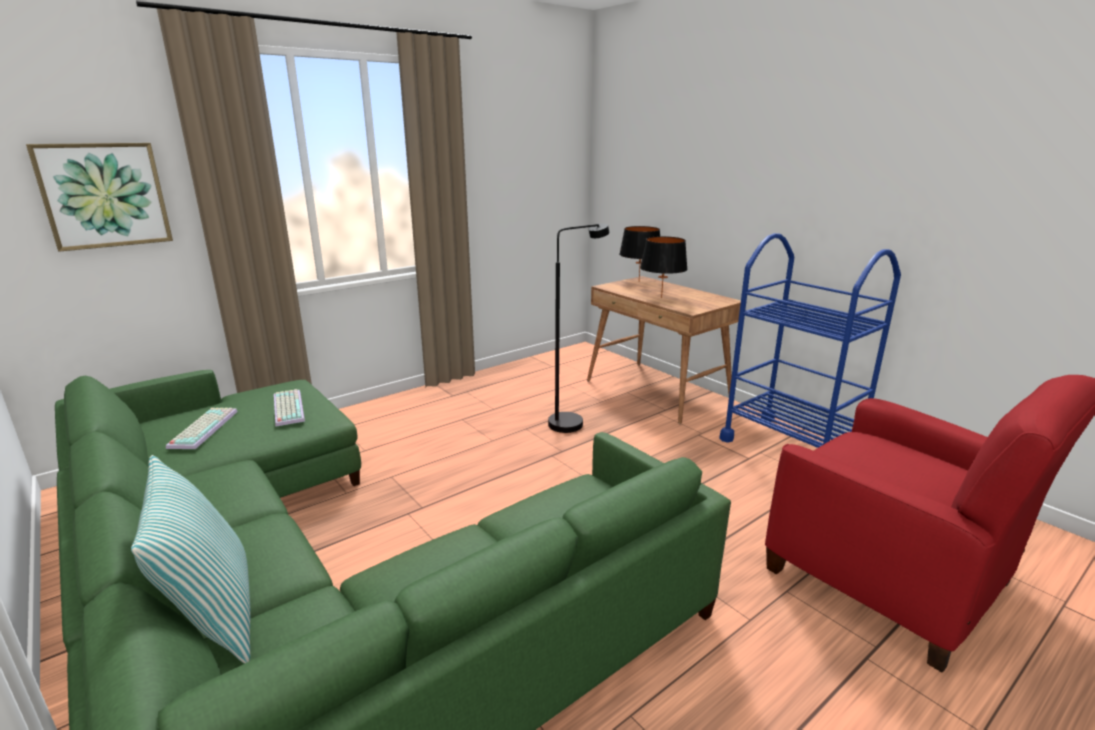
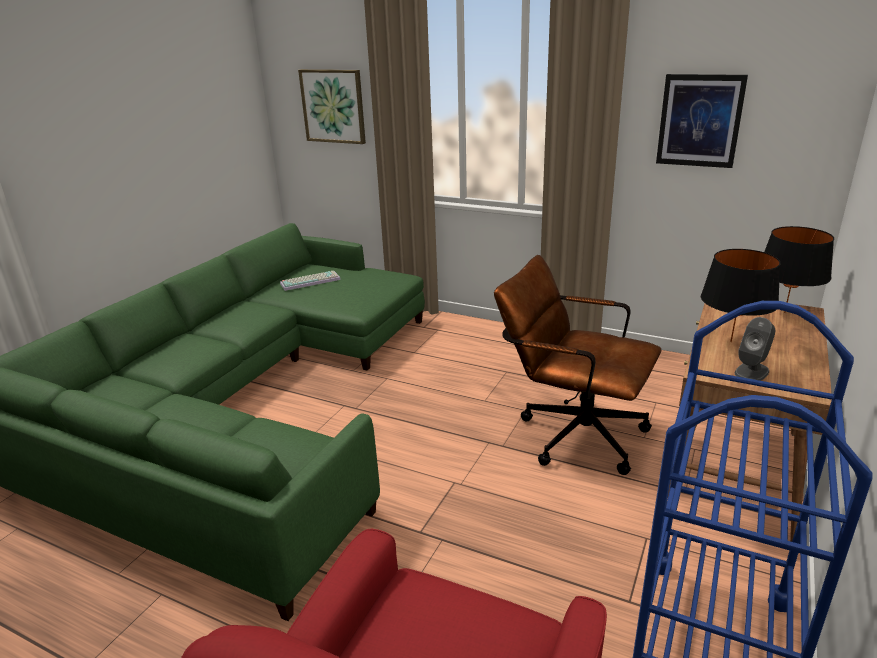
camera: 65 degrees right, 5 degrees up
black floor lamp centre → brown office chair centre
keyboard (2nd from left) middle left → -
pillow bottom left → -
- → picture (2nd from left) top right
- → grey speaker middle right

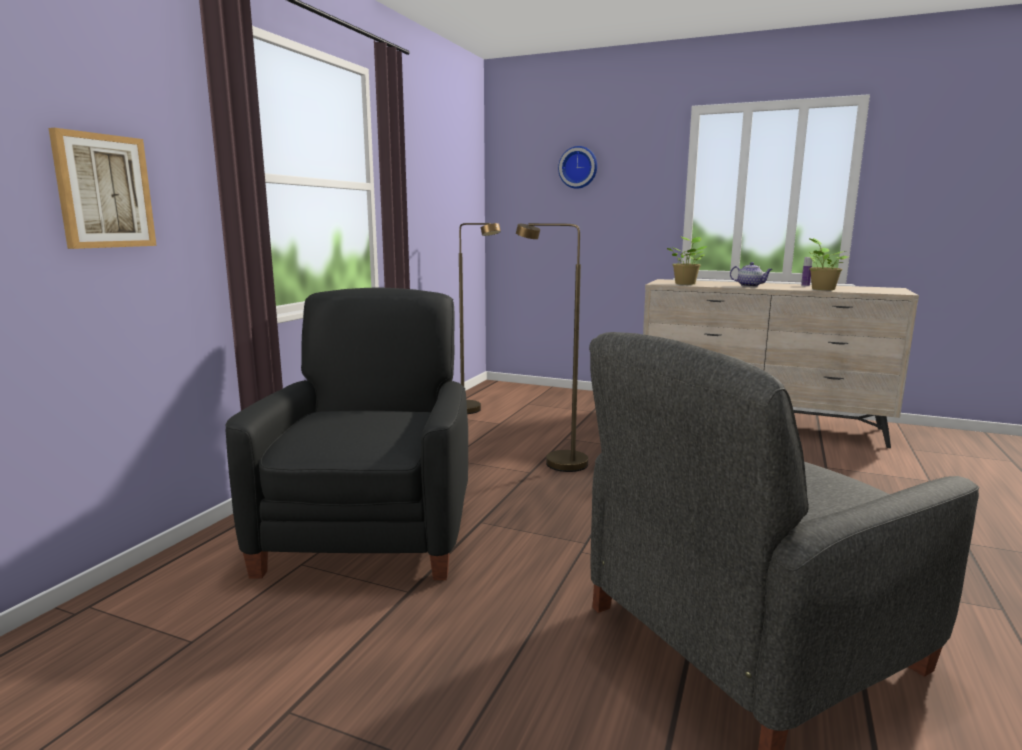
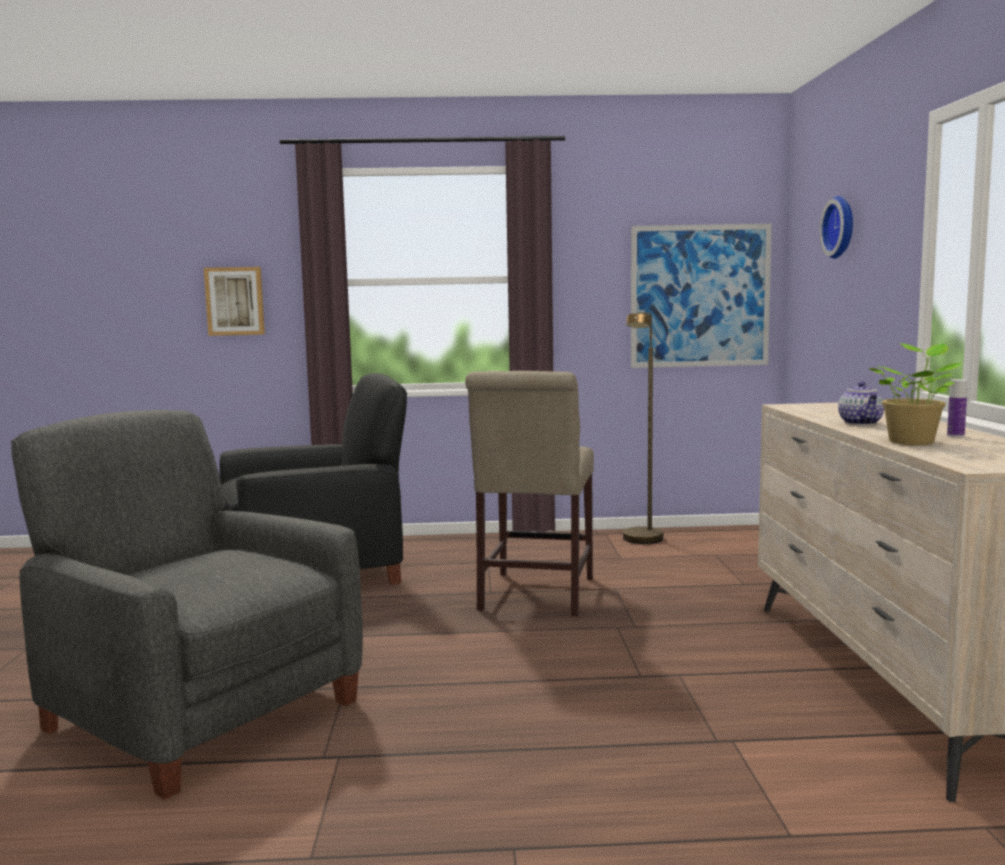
camera: 65 degrees right, 5 degrees down
brown floor lamp (2nd from left) centre → beige chair centre
potted plant (1st from left) middle right → -
- → picture (2nd from left) middle right

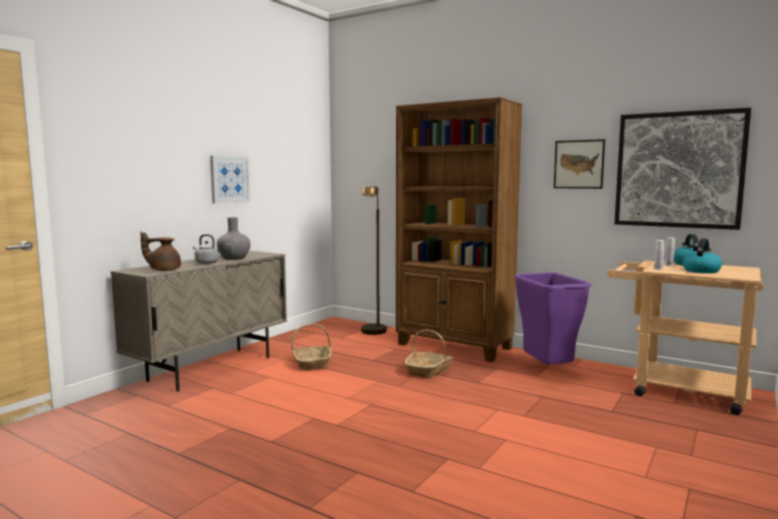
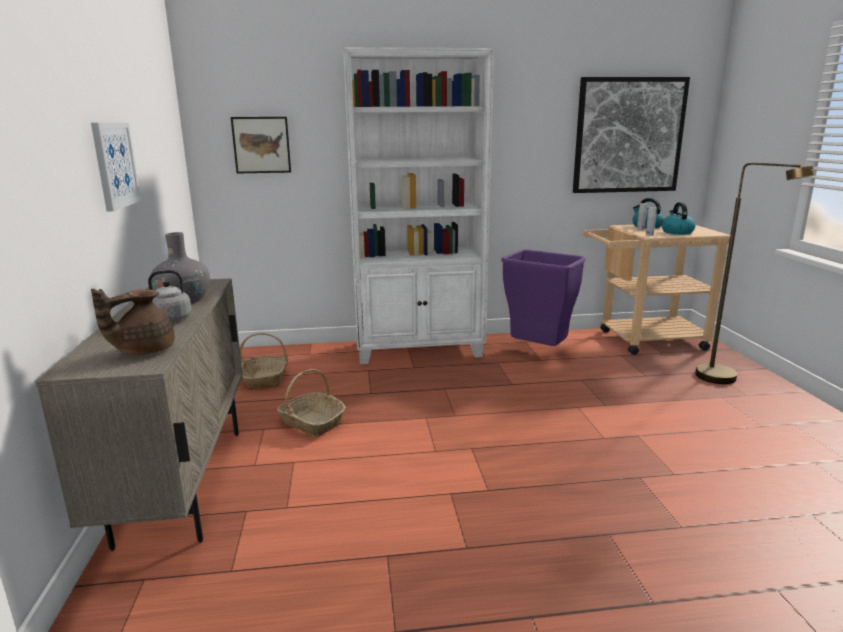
camera: 40 degrees left, 10 degrees up
brown bookcase centre → white bookcase top centre
picture (2nd from left) top right → picture (2nd from left) top left, moved
brown floor lamp centre → brown floor lamp middle right, moved
basket (2nd from left in the first image) bottom centre → basket (1st from left) middle left, moved

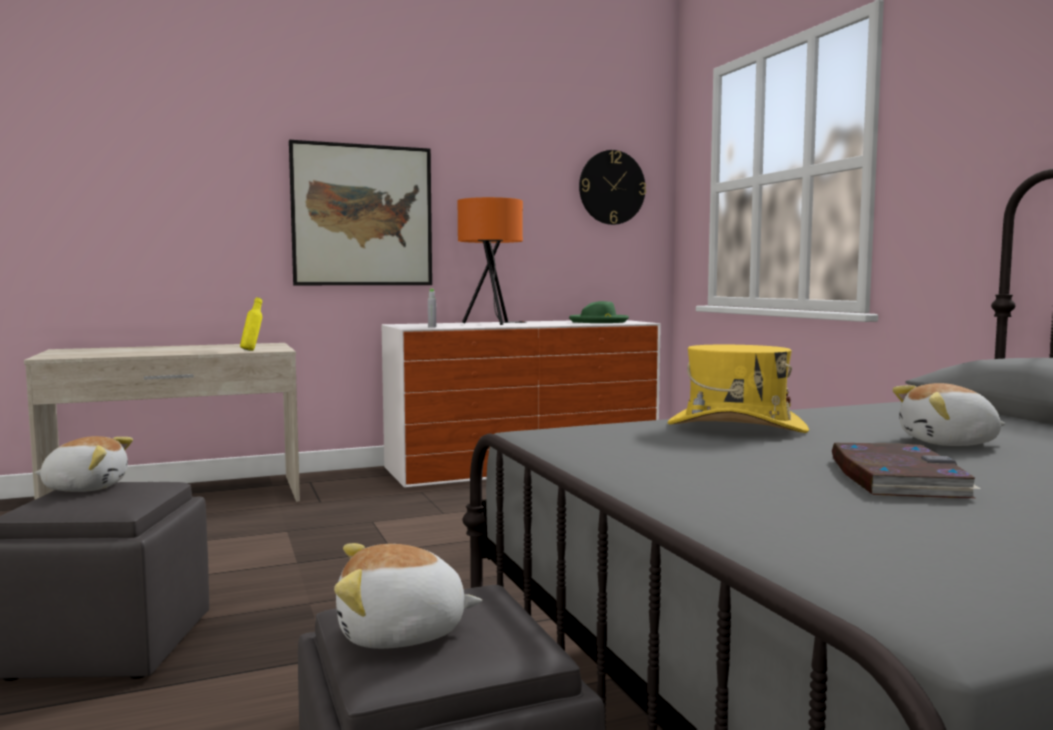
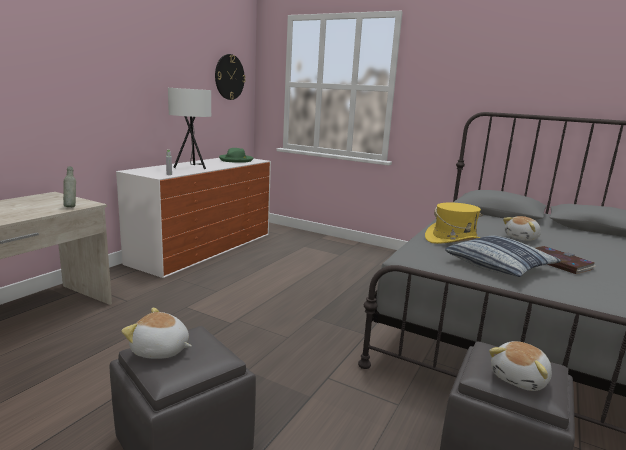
camera: 40 degrees left, 10 degrees up
picture top centre → -
orange table lamp centre → white table lamp top left
yellow bottle middle left → grey bottle (1st from left) middle left
plush toy (1st from left) middle left → plush toy (1st from left) bottom left, 120 degrees counterclockwise
- → pillow middle right

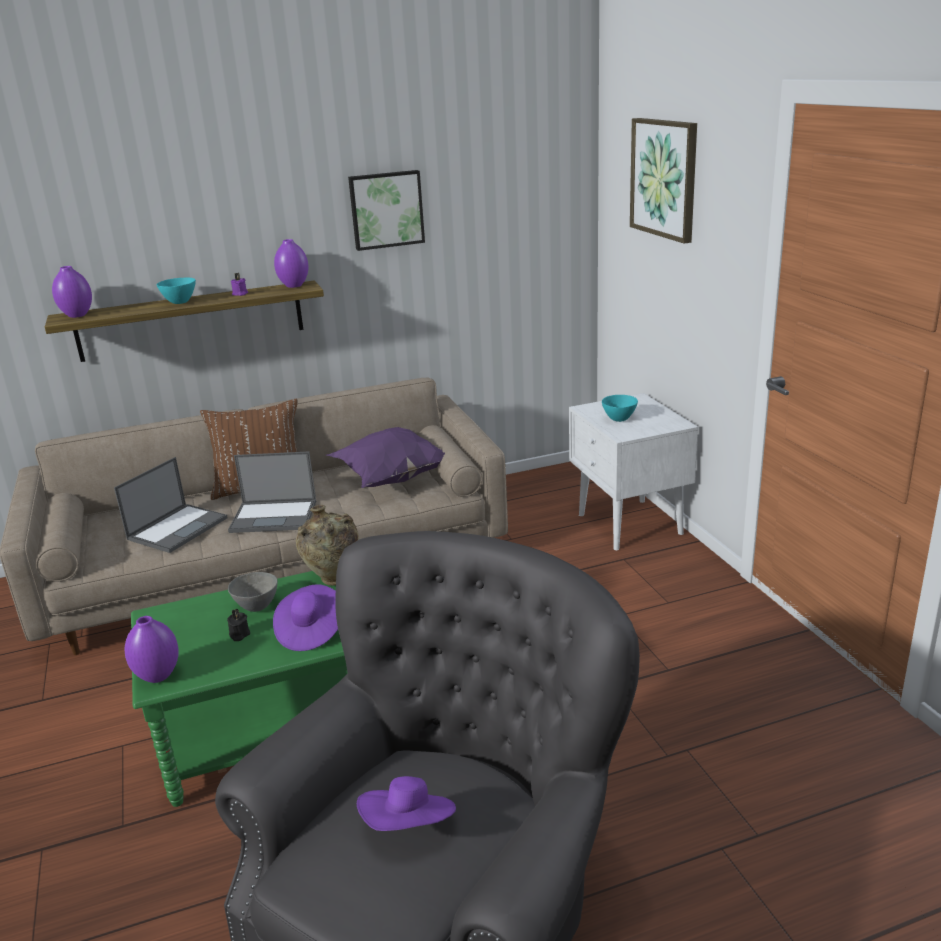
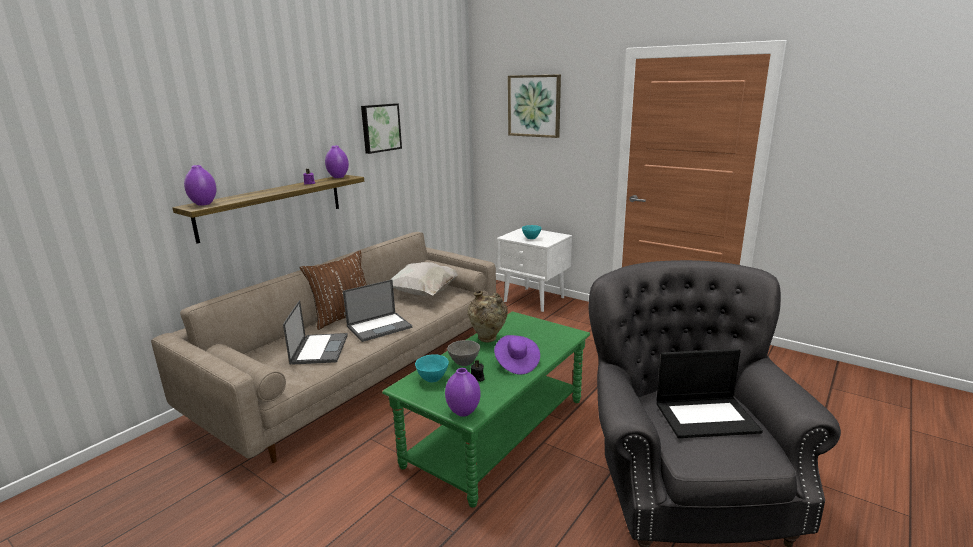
camera: 35 degrees left, 5 degrees down
turquoise bowl (1st from left) top left → turquoise bowl (1st from left) bottom centre, moved
purple pillow centre → white pillow centre
purple hat (2nd from left) bottom centre → laptop (3rd from left) bottom right

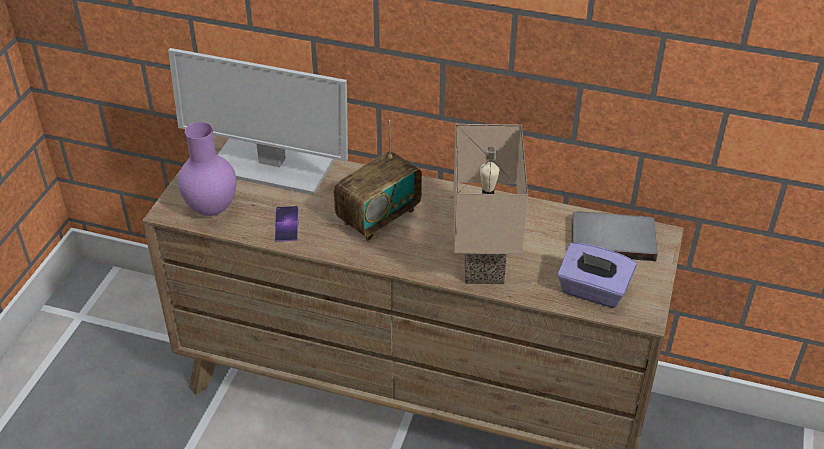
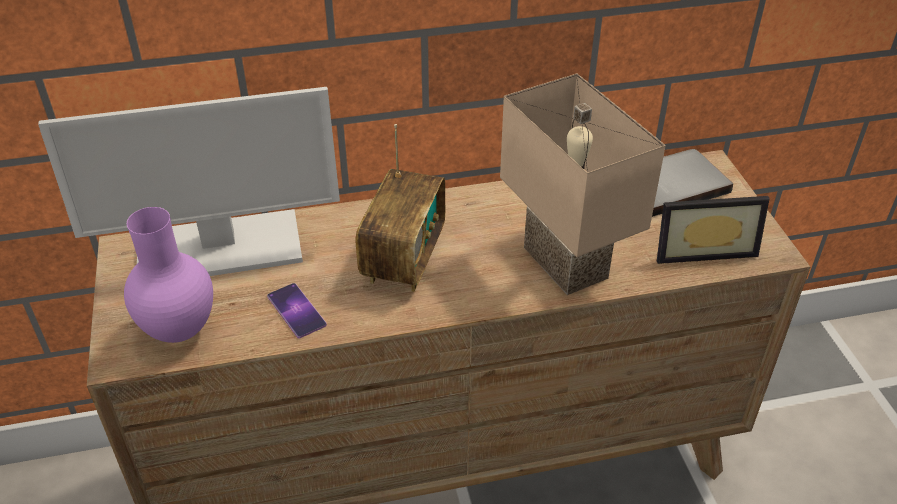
camera: 30 degrees left, 0 degrees up
purple tissue box middle right → picture frame middle right

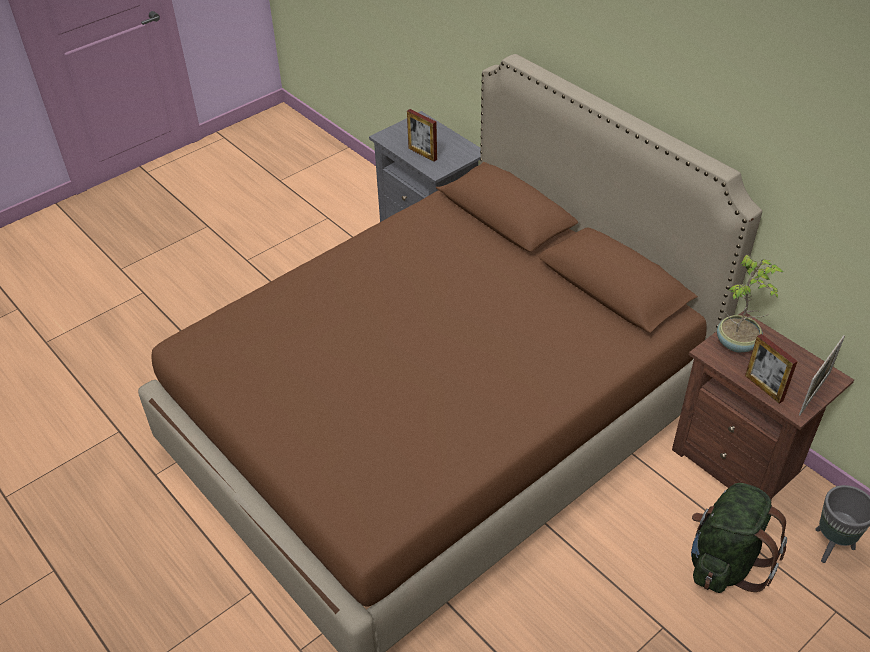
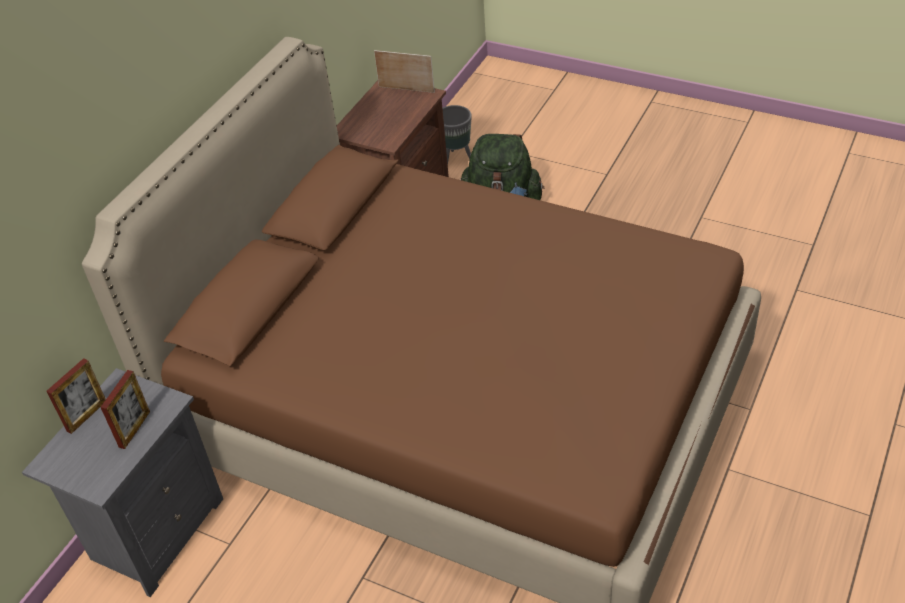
camera: 110 degrees left, 0 degrees up
potted plant middle right → -
picture frame (2nd from left in the first image) middle right → picture frame (1st from left) middle left, moved

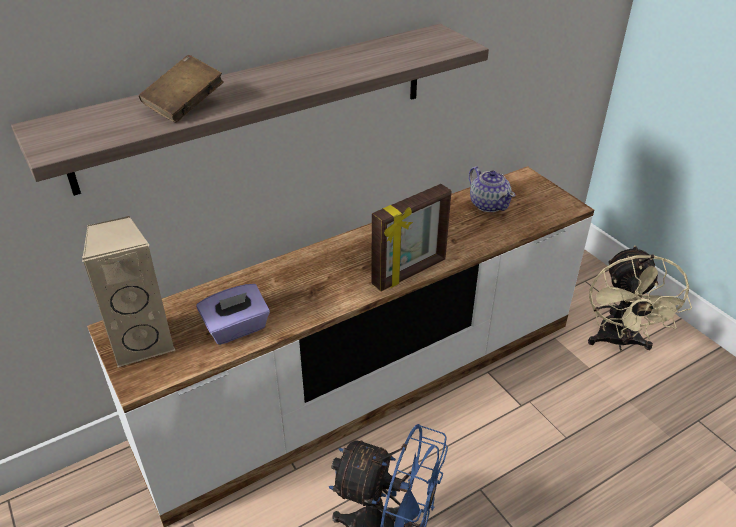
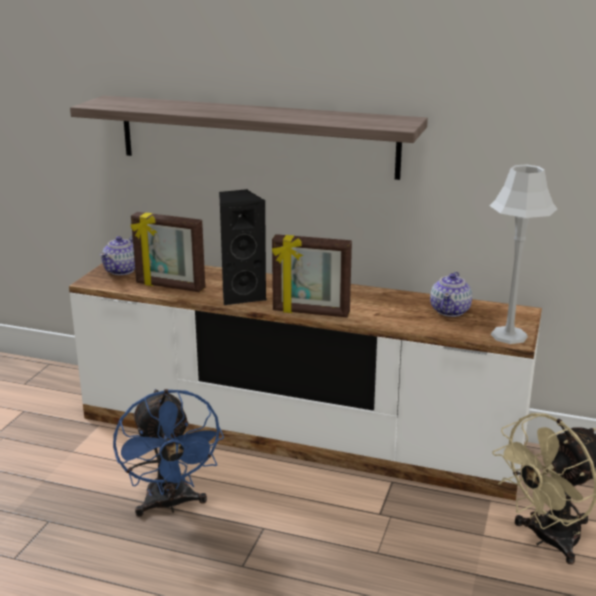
camera: 50 degrees right, 15 degrees down
brown book top left → -
beige speaker middle left → teapot (1st from left) middle left
purple tissue box middle left → picture frame (1st from left) middle left
- → grey table lamp middle right
- → black speaker centre

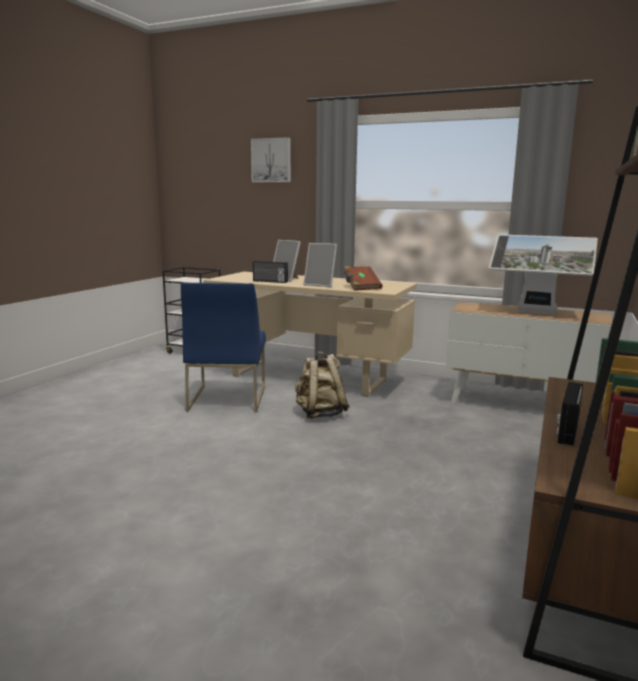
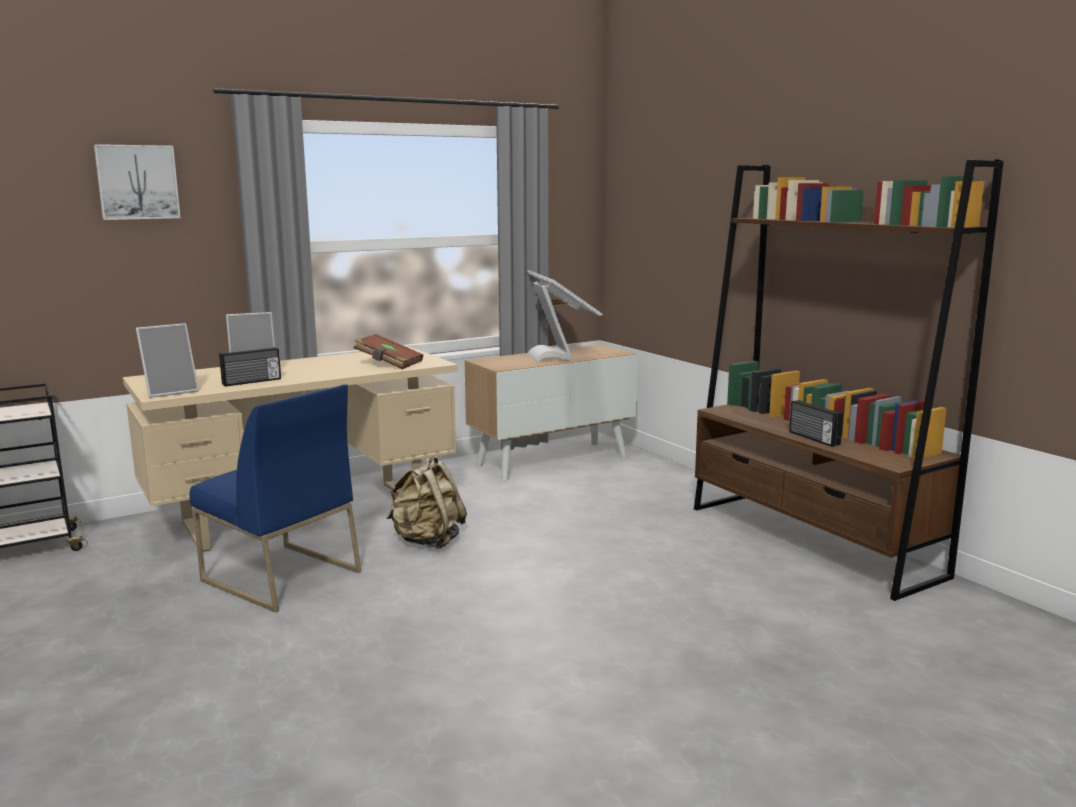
camera: 55 degrees left, 0 degrees up
monitor middle right → monitor centre, 75 degrees counterclockwise
picture frame (2nd from left in the first image) centre → picture frame (1st from left) middle left, moved

